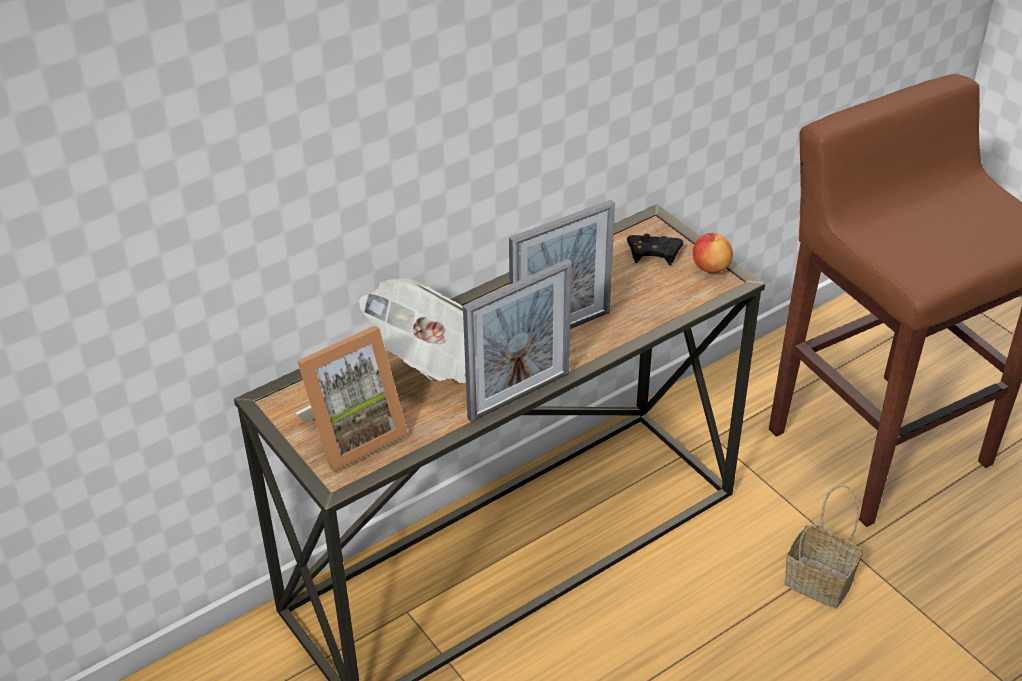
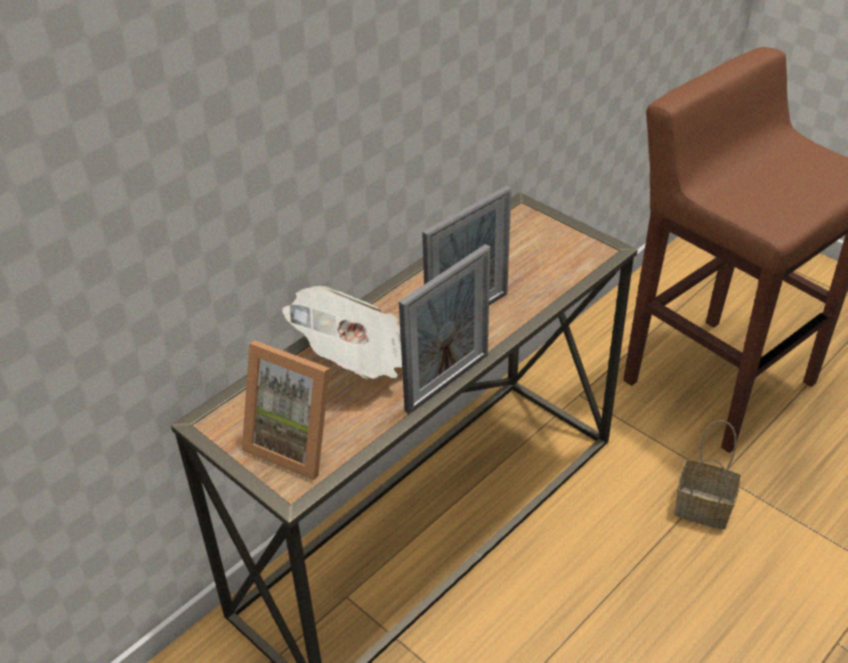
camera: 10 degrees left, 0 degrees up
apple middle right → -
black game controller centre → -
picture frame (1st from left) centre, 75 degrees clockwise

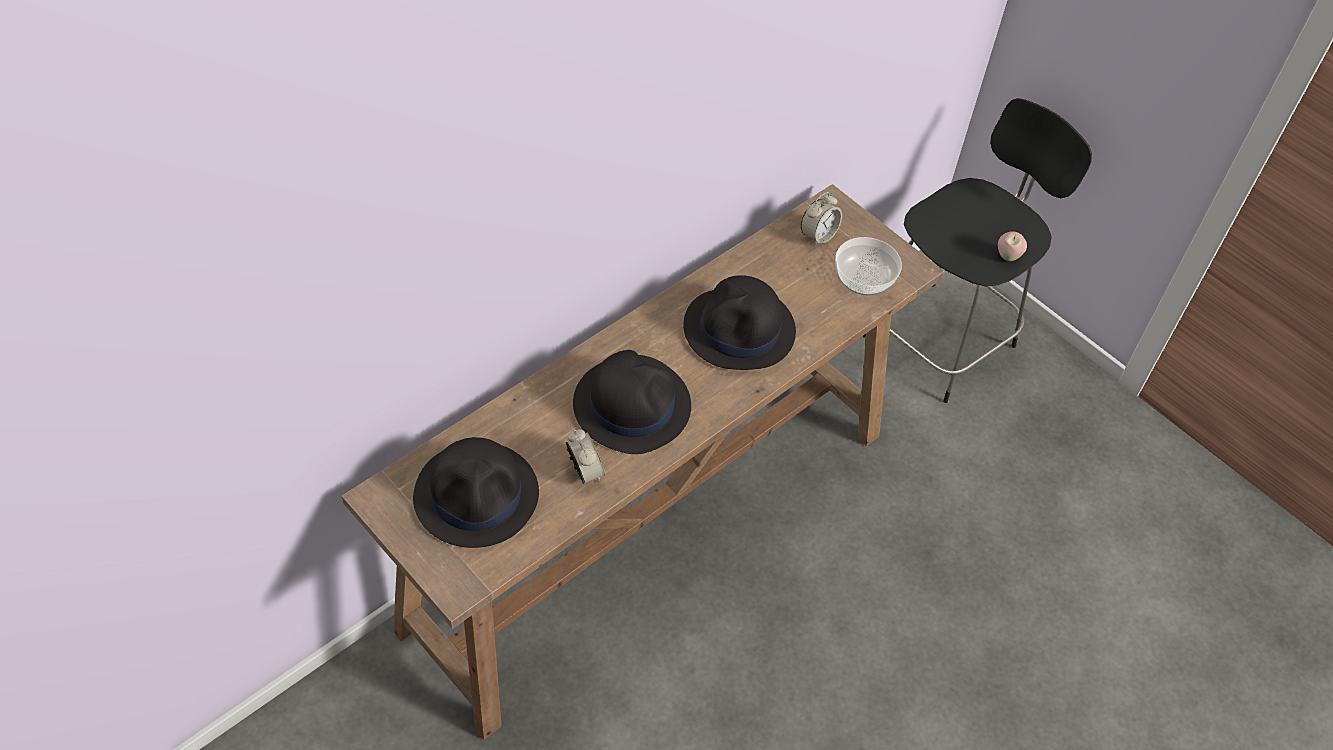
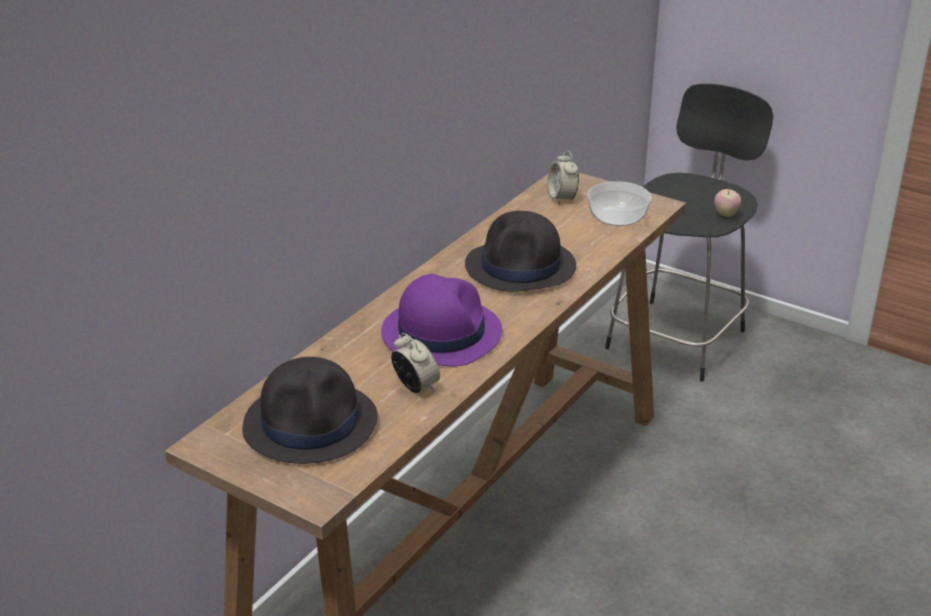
camera: 10 degrees left, 20 degrees down
alarm clock (2nd from left) top centre, 135 degrees clockwise
black hat (2nd from left) centre → purple hat centre

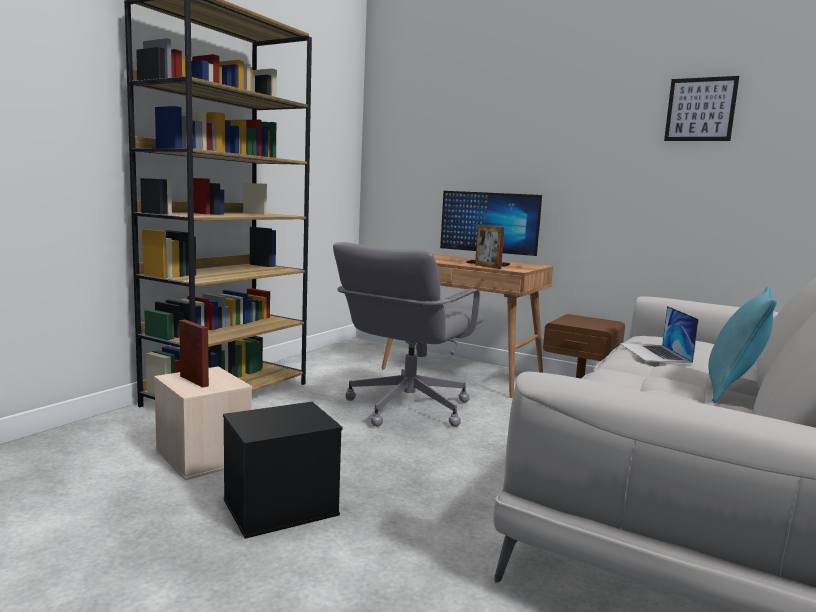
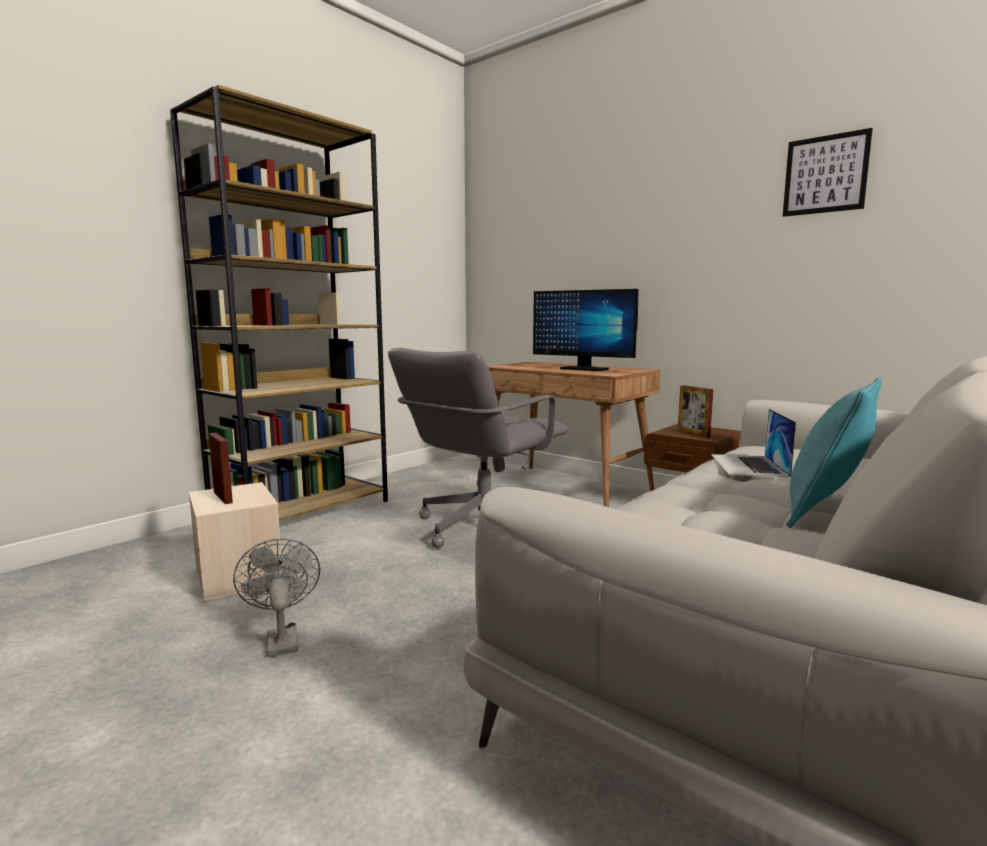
camera: 10 degrees right, 0 degrees up
picture frame (2nd from left) centre → picture frame (2nd from left) middle right, moved
black storage box bottom centre → grey fan bottom left

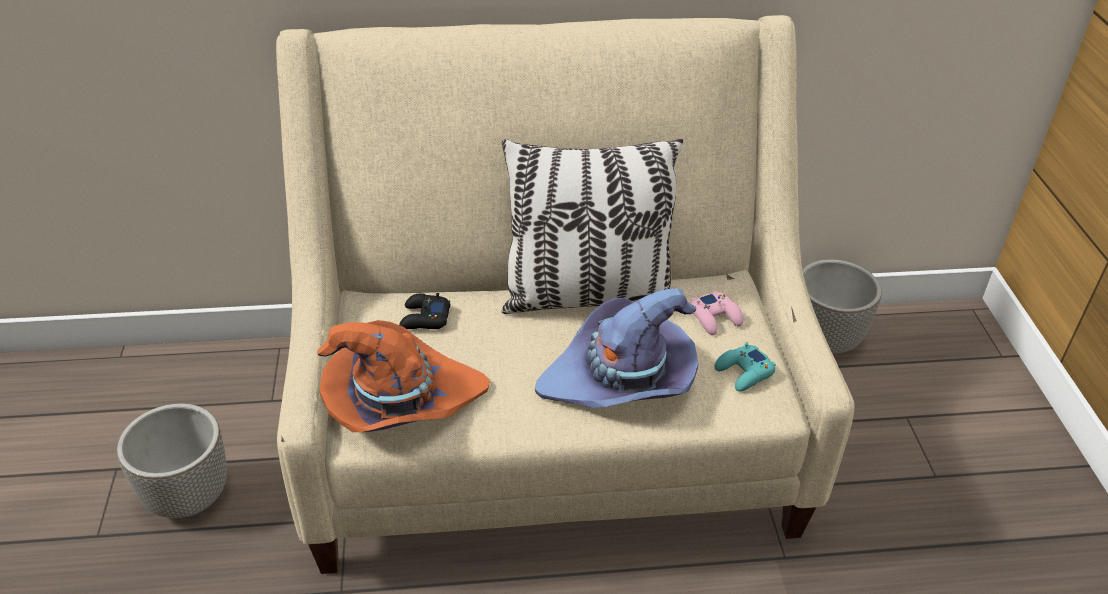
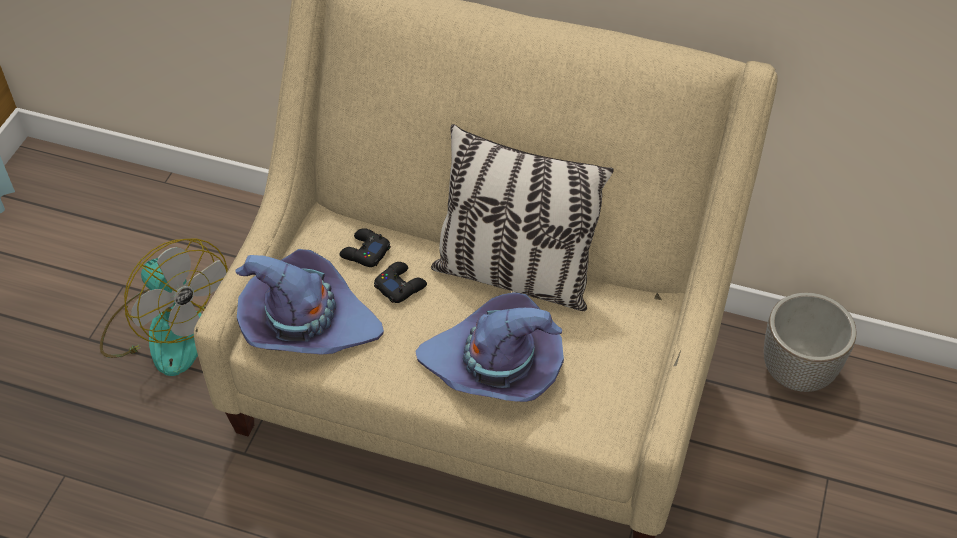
camera: 25 degrees right, 10 degrees up
pink game controller centre → -
orange hat centre → purple hat (1st from left) middle left
turquoise game controller middle right → -
planter (1st from left) bottom left → fan middle left
- → black game controller (2nd from left) centre

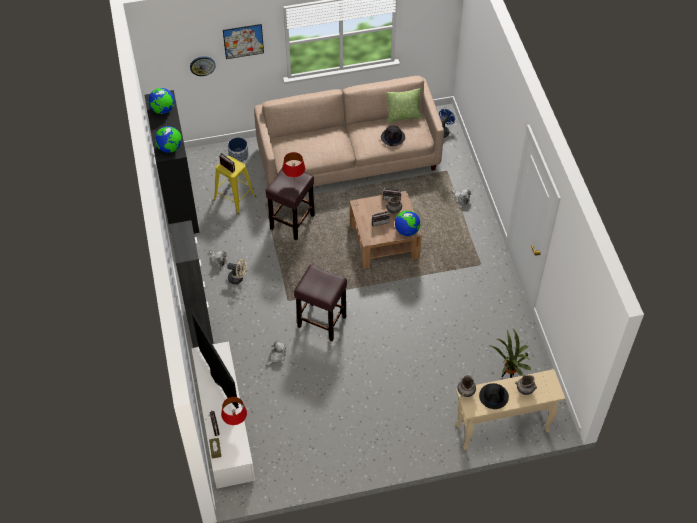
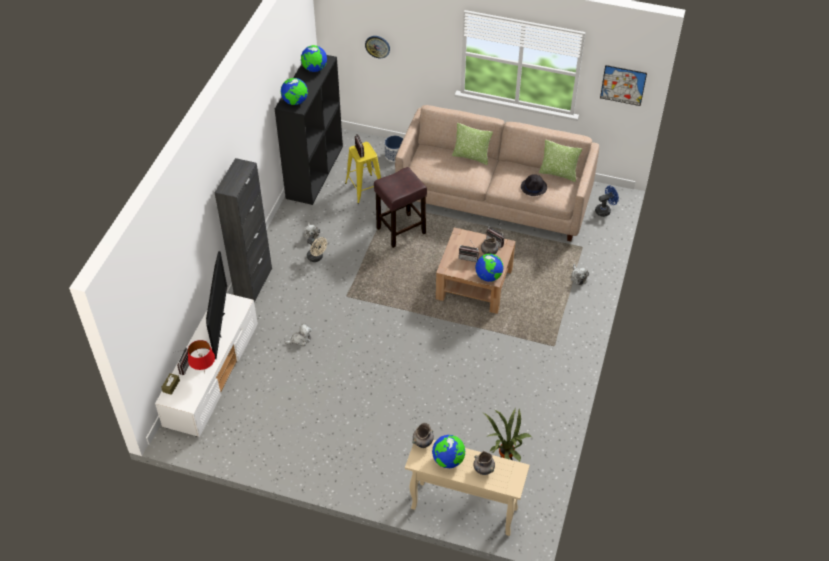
camera: 30 degrees right, 5 degrees down
picture top centre → picture top right, moved
red table lamp (2nd from left) top centre → -
brown stool (2nd from left) centre → -
black hat (2nd from left) bottom right → globe (3rd from left) bottom centre
- → pillow (1st from left) top centre

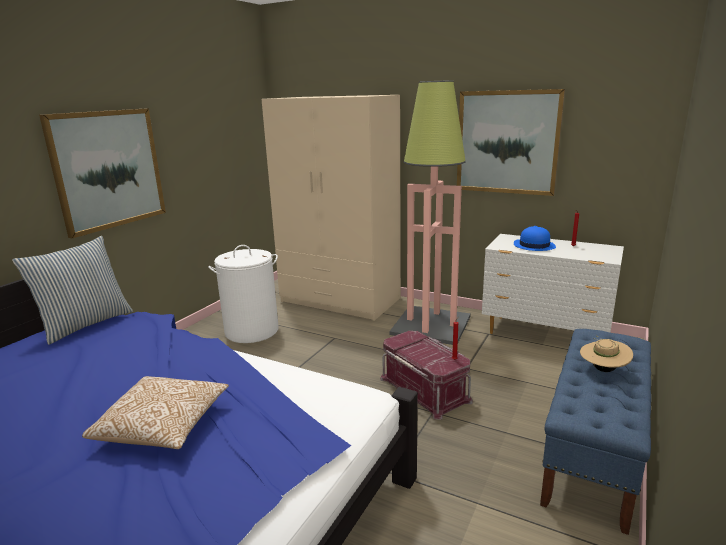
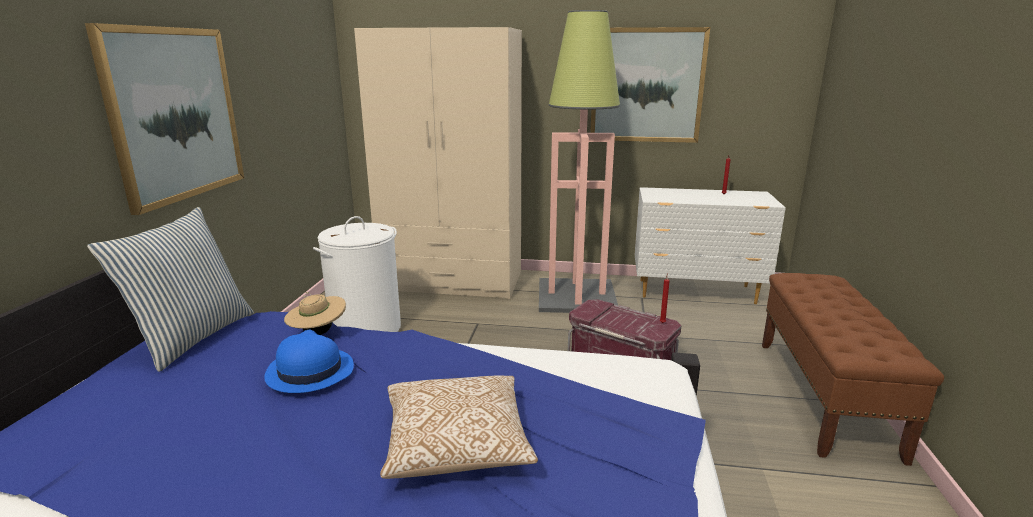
camera: 20 degrees left, 0 degrees up
blue hat middle right → blue hat bottom left, moved
blue bench bottom right → brown bench bottom right
beige hat middle right → beige hat middle left, moved

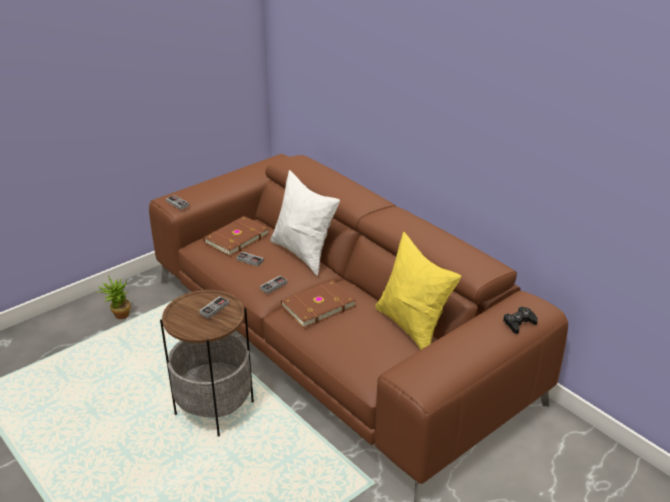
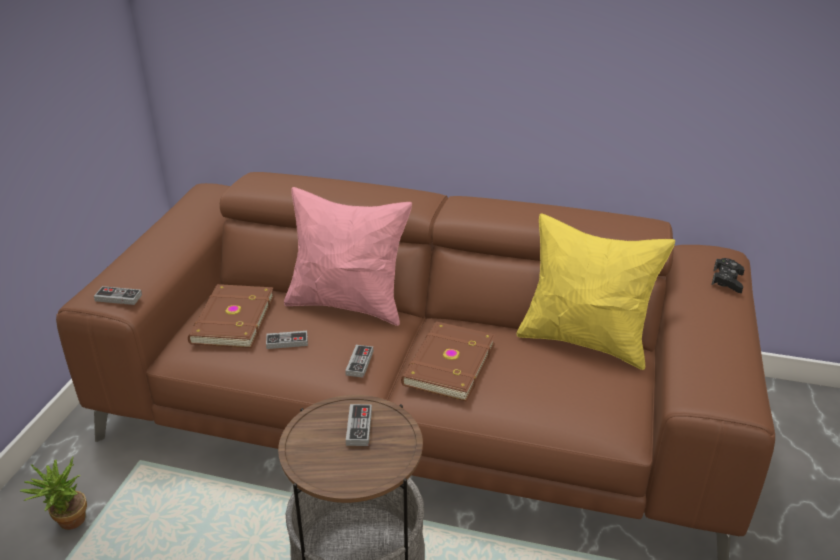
camera: 35 degrees left, 0 degrees up
white pillow centre → pink pillow centre

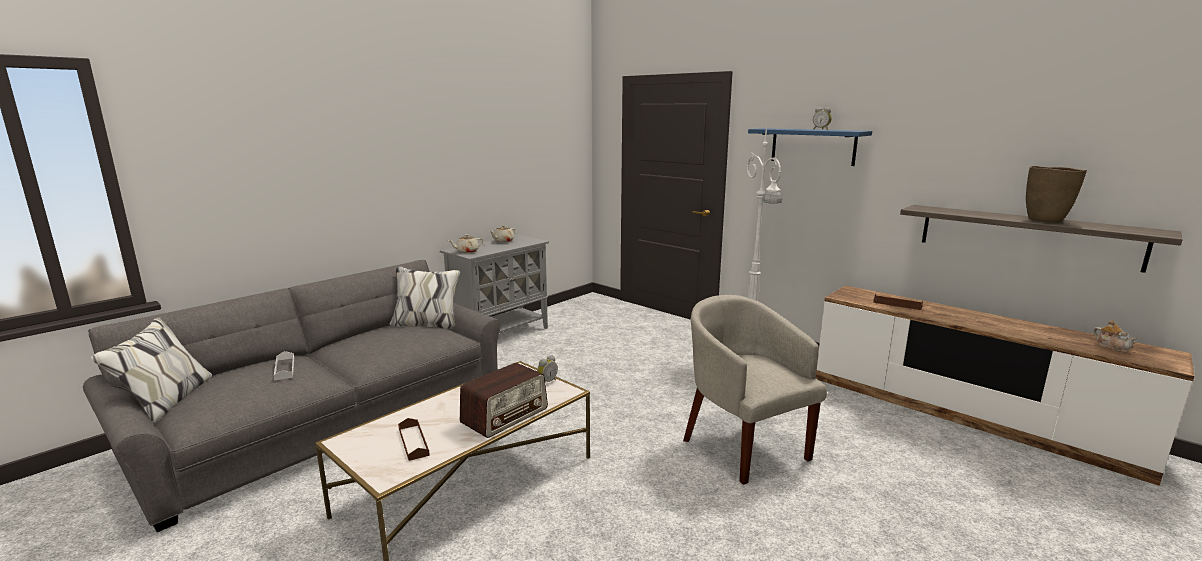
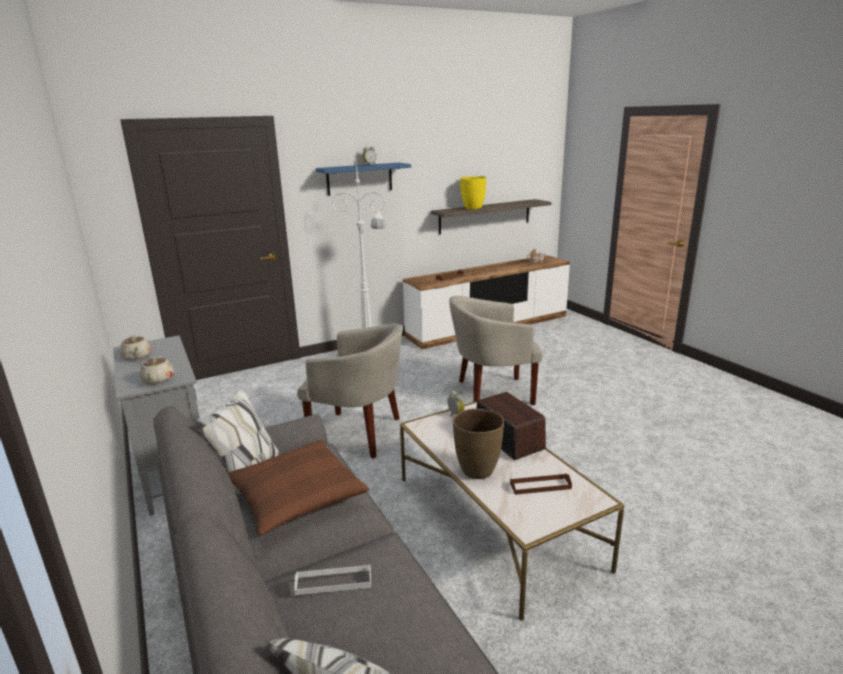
camera: 70 degrees left, 5 degrees up
brown vase middle right → brown vase centre, moved
- → yellow vase top centre
- → beige armchair (1st from left) centre
- → brown pillow bottom centre

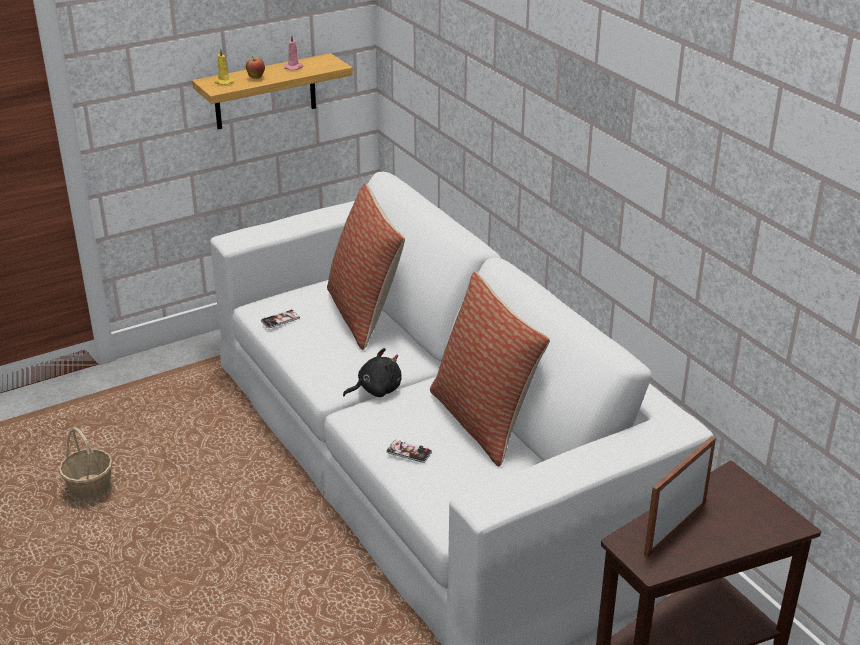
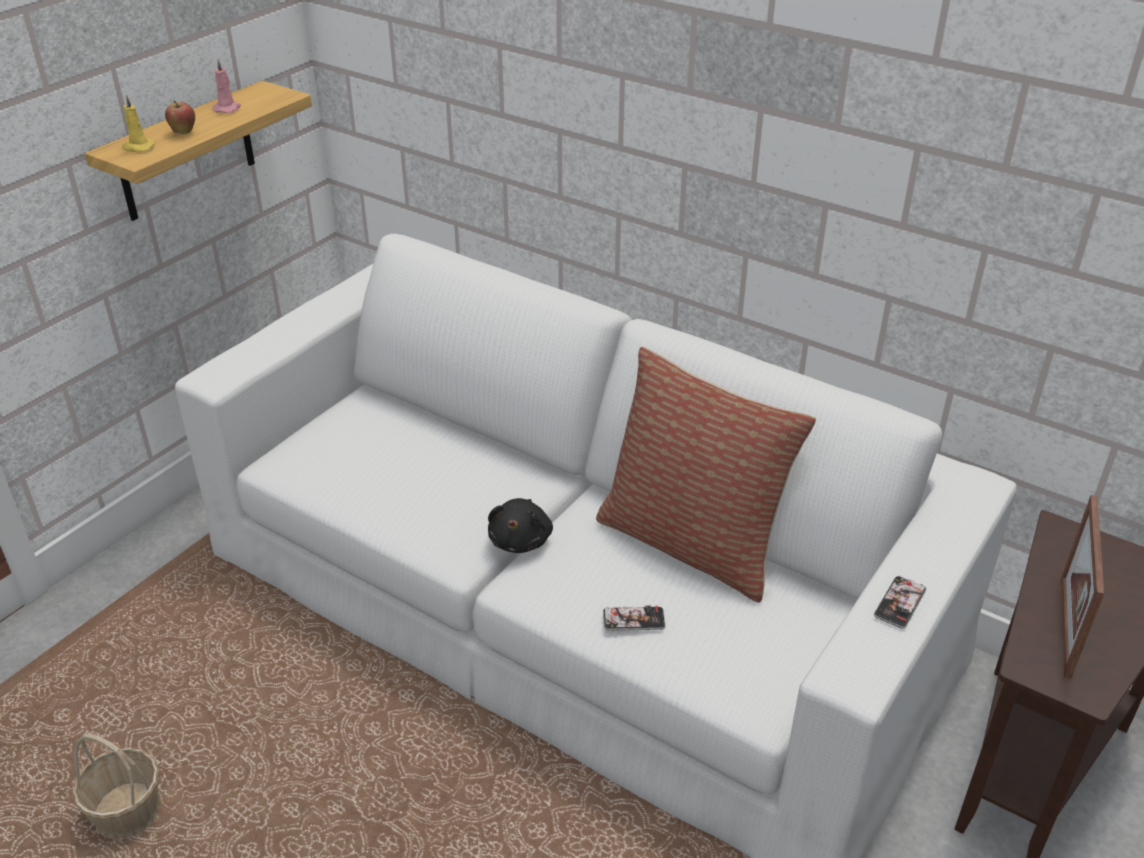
camera: 25 degrees left, 5 degrees up
pillow (1st from left) centre → -
phone (1st from left in the first image) middle left → phone (2nd from left) bottom right, moved
black plush toy centre, 150 degrees clockwise

